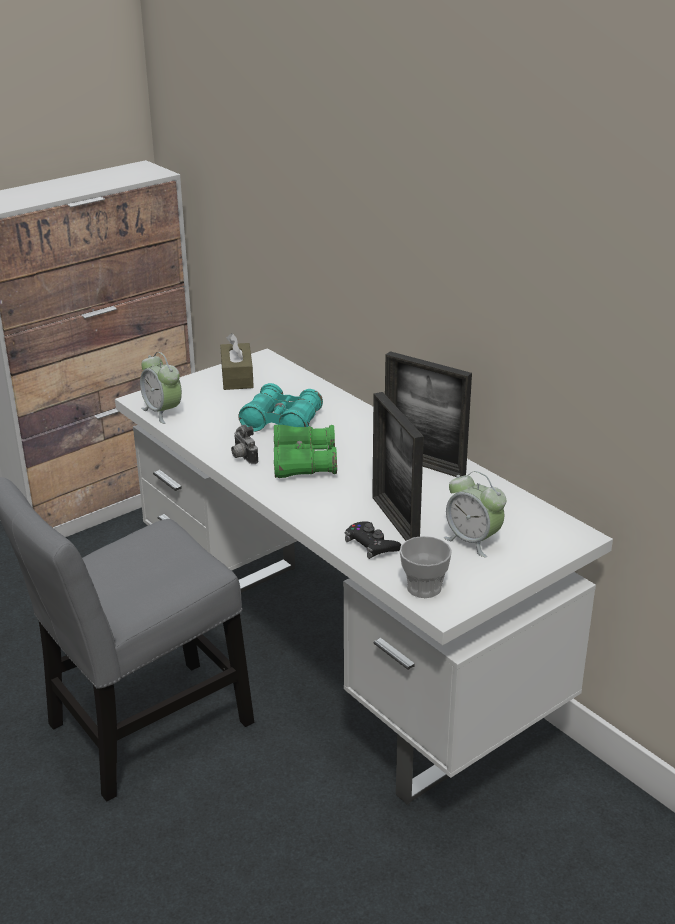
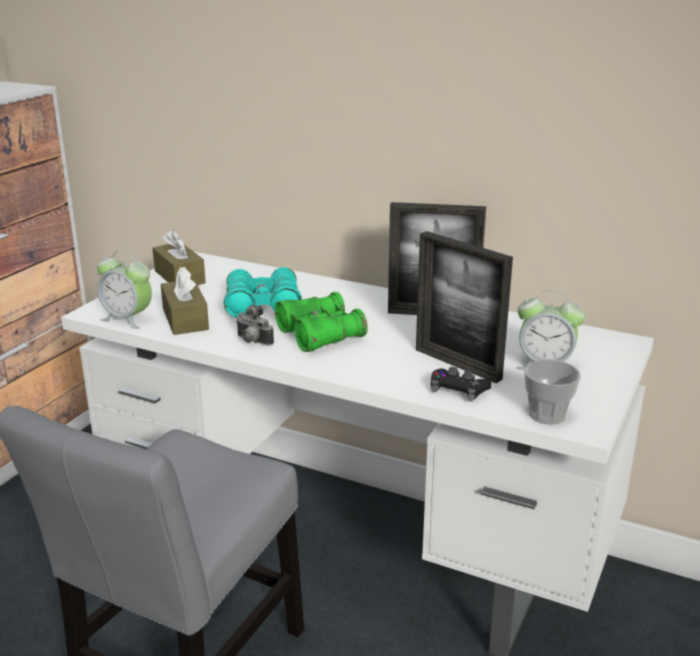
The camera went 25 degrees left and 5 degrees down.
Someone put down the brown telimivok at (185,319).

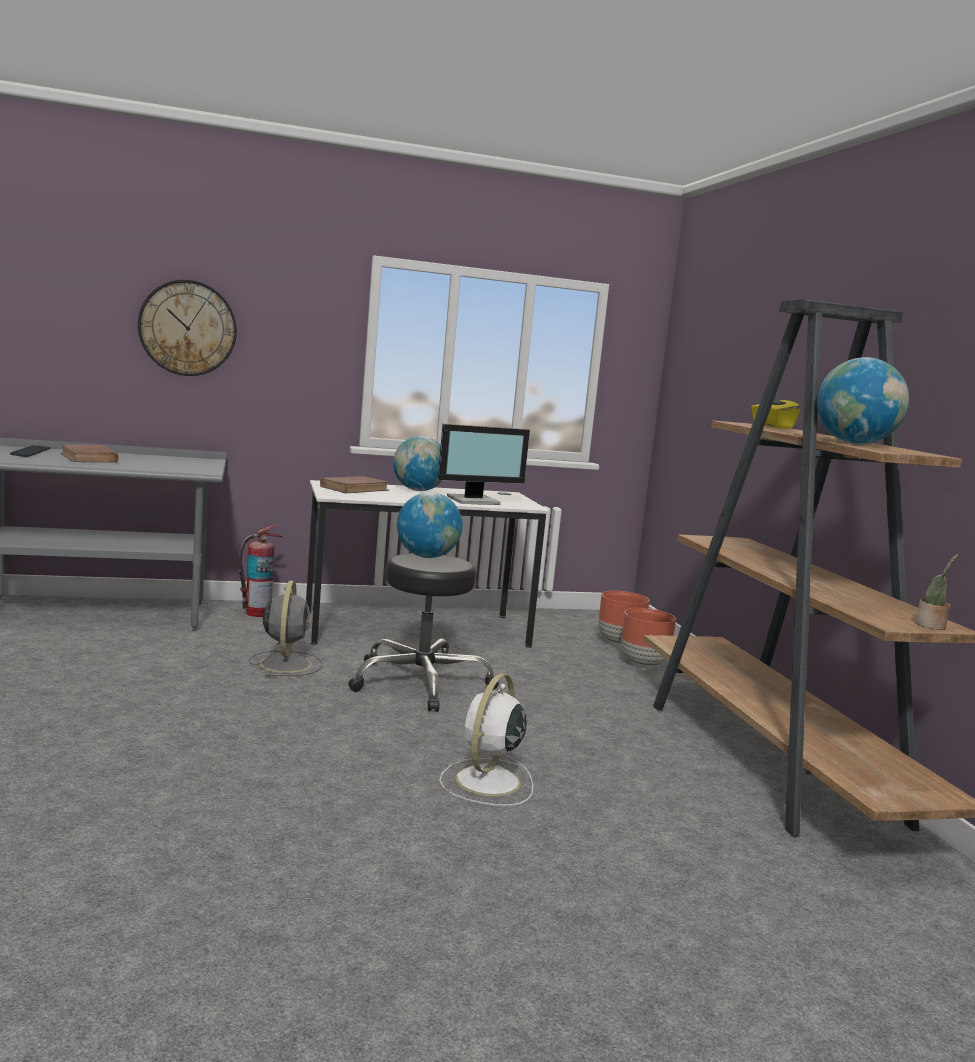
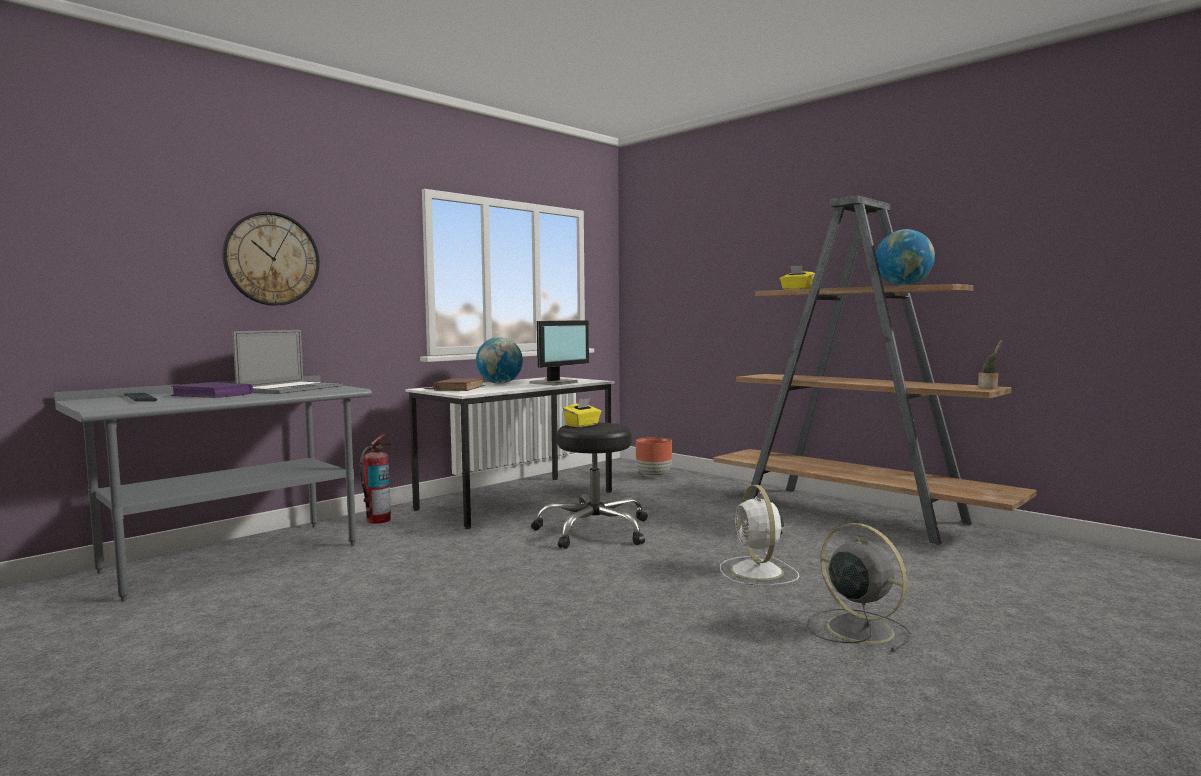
The camera went 30 degrees left and 5 degrees down.
Someone took away the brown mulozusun at (644,664).
Someone put down the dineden at (291,389).
Someone carried the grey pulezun from (286,663) to (856,628).
Someone swapped the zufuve at (426,557) for the yellow telimivok at (582,425).
Someone repainted the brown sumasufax at (88,458), which became the purple sumasufax at (212,395).

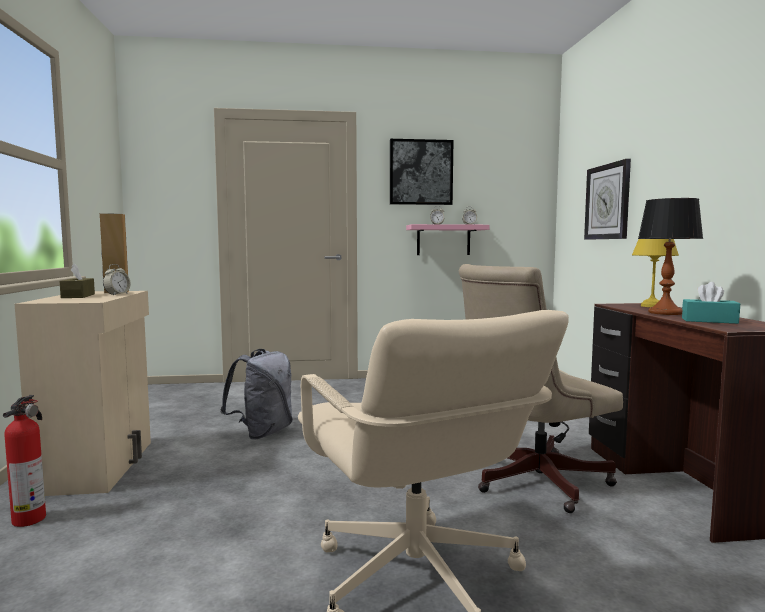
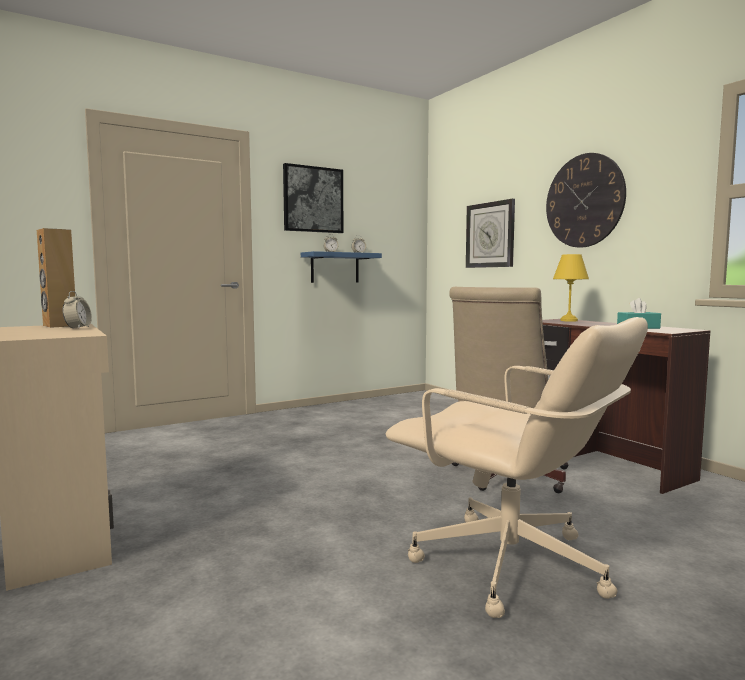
The camera went 25 degrees left and 0 degrees up.
Someone took away the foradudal at (30,518).
Someone took away the brown telimivok at (78,296).
Someone took away the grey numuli at (262,433).
Someone took away the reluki at (665,313).
Someone put up the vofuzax at (584,201).
Someone repainted the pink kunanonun at (443,240), which became the blue kunanonun at (335,268).

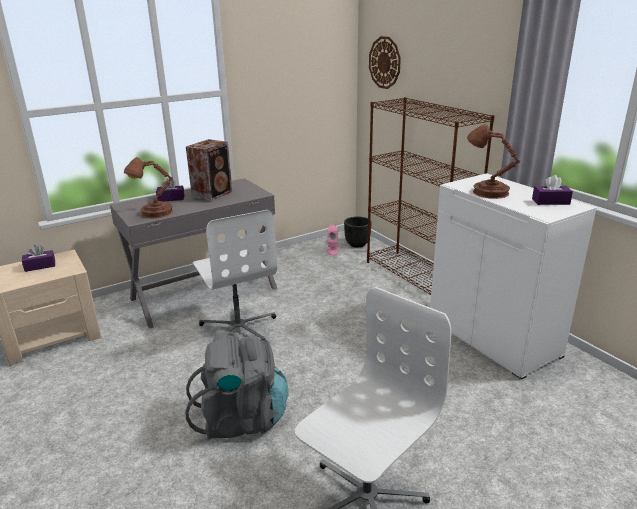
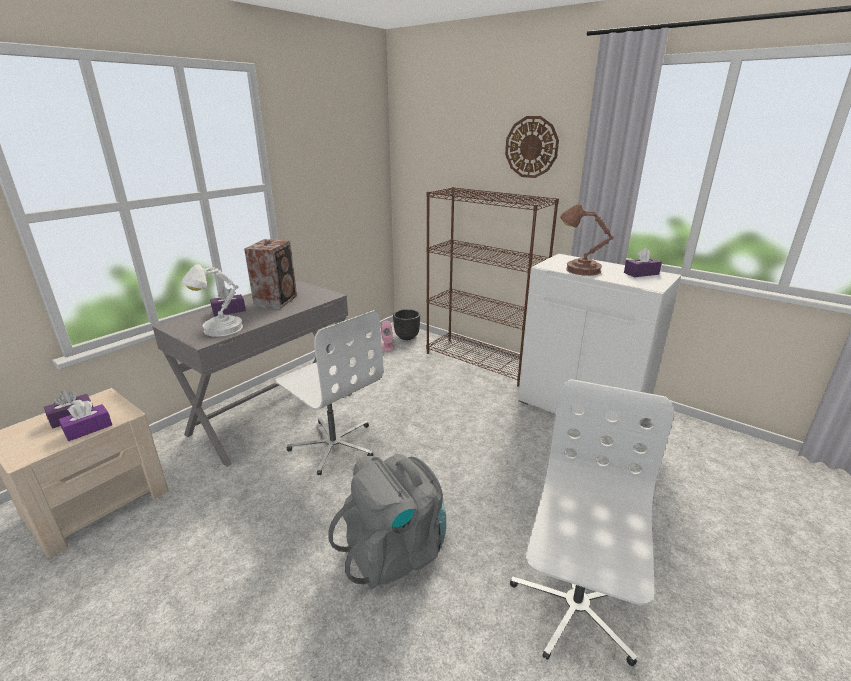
The camera went 20 degrees left and 0 degrees up.
Someone put down the purple telimivok at (88,429).
Someone carried the vofuzax from (385,62) to (531,147).
Someone repainted the brown reluki at (154,213), which became the white reluki at (220,330).

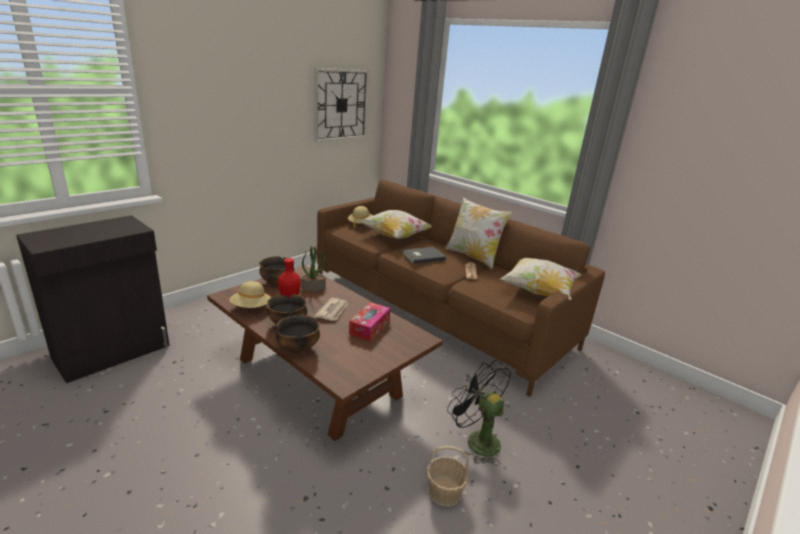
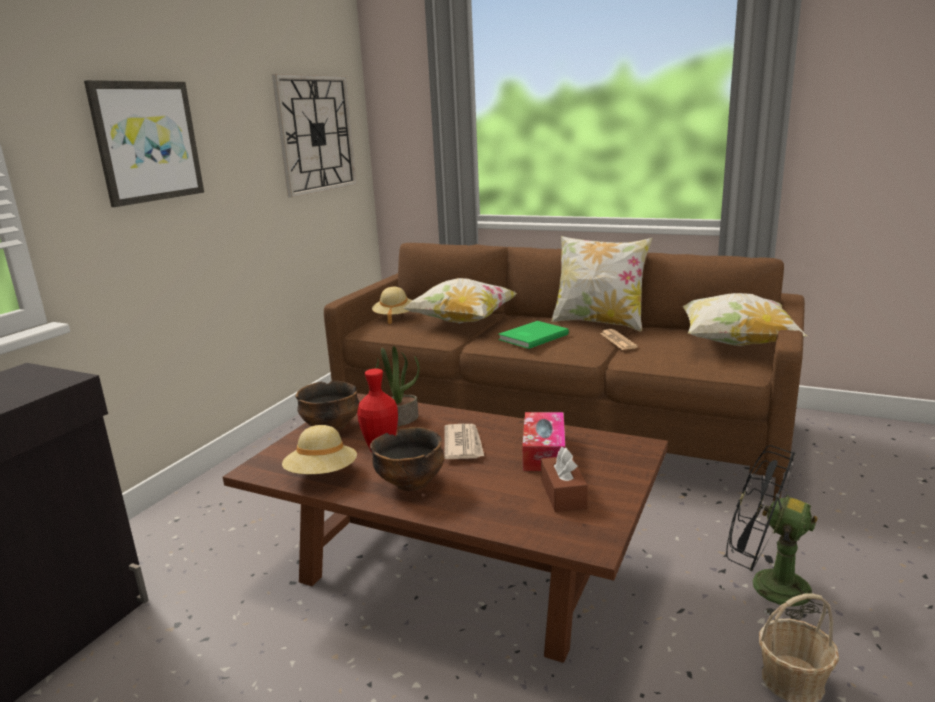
The camera went 15 degrees left and 5 degrees down.
Someone took away the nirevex at (298,348).
Someone put up the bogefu at (147,142).
Someone put down the brown telimivok at (563,494).
Someone repainted the grey sumasufax at (422,256), which became the green sumasufax at (531,337).

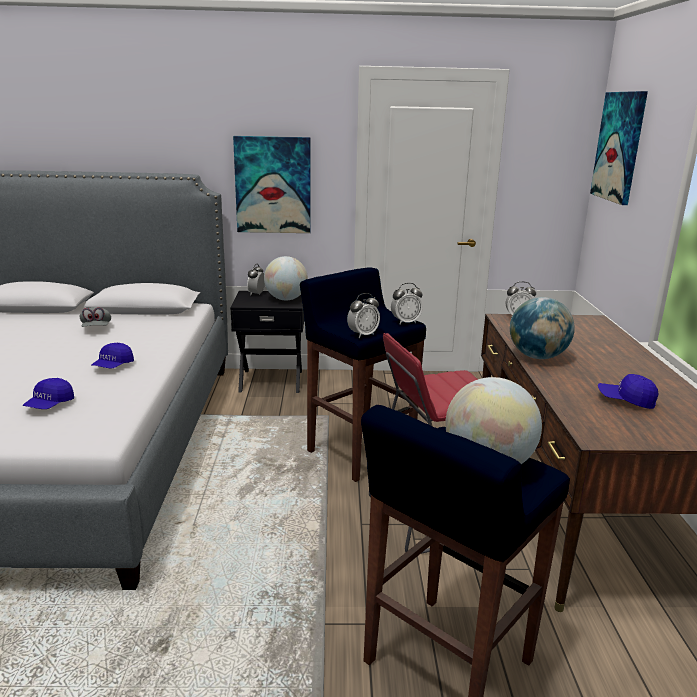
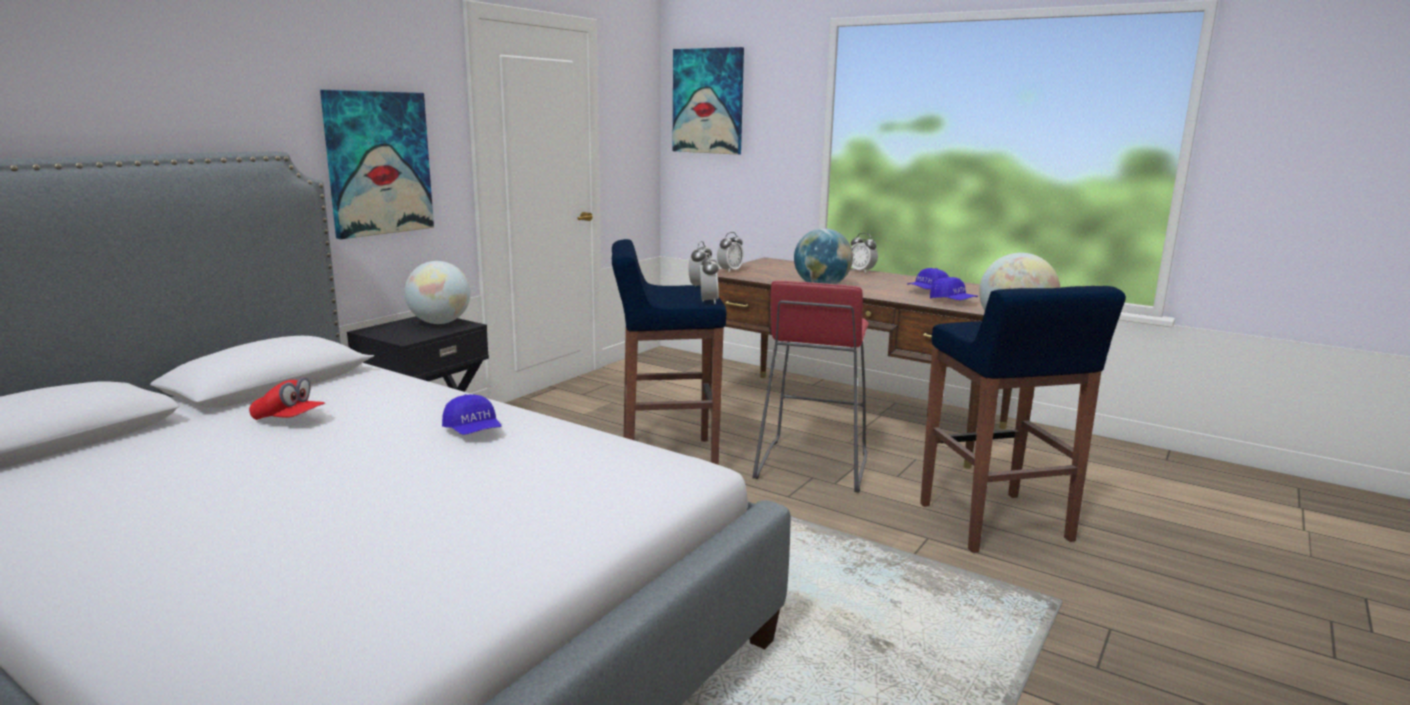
The camera went 55 degrees left and 5 degrees down.
Someone carried the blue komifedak from (50,405) to (952,301).
Someone carried the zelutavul from (256,294) to (862,271).
Someone repainted the grey komifedak at (96,328), which became the red komifedak at (289,420).

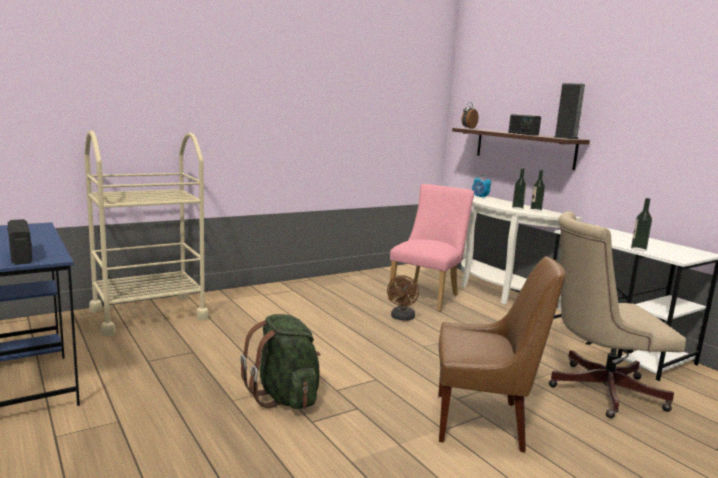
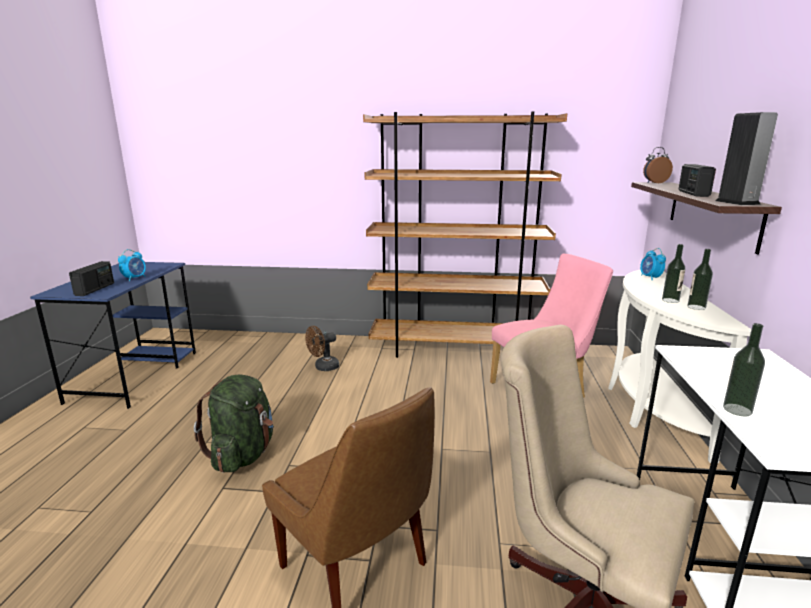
The camera went 40 degrees right and 5 degrees up.
Someone took away the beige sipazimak at (149,314).
Someone put down the zelutavul at (135,278).
Someone put down the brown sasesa at (455,350).
Someone carried the brown pulezun from (402,318) to (323,367).

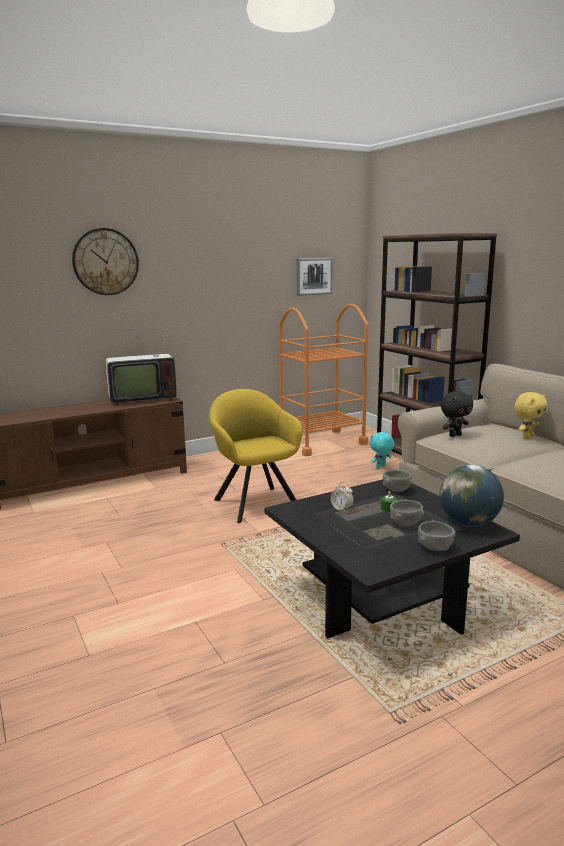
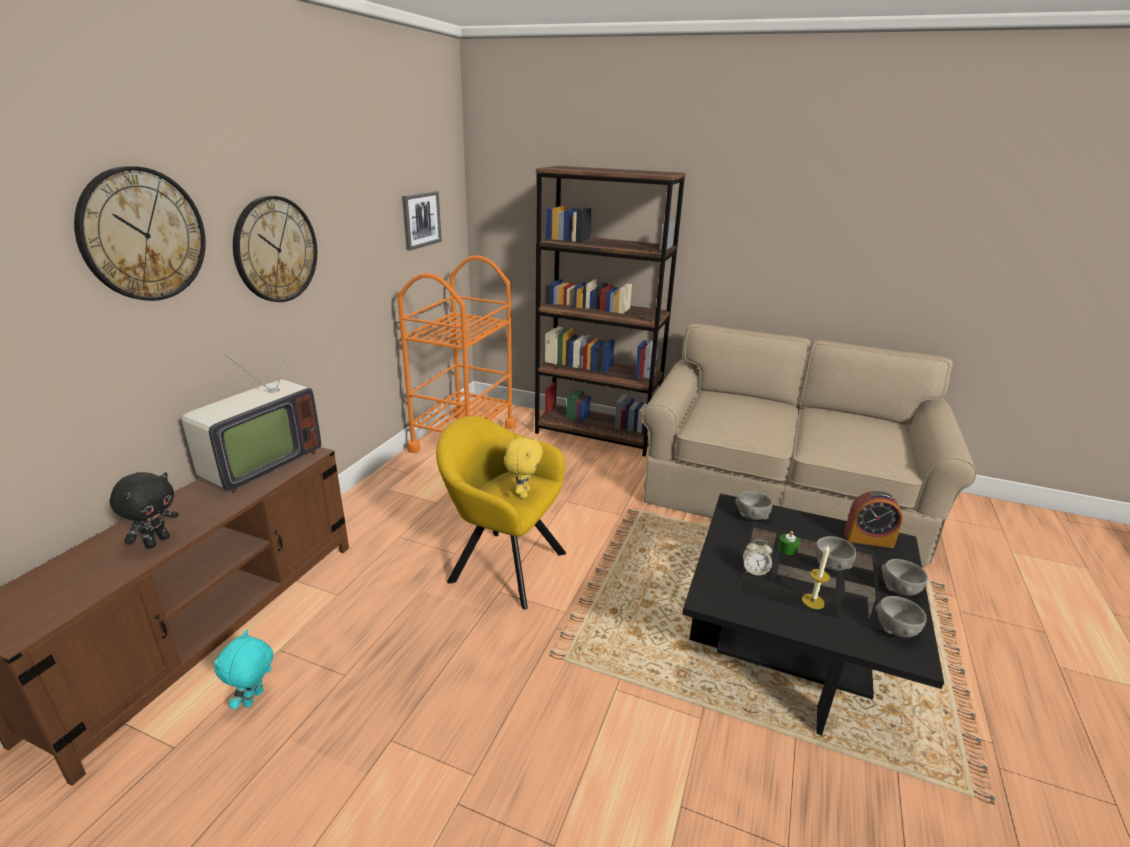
The camera went 40 degrees left and 10 degrees up.
Someone put up the vofuzax at (275,249).
Someone put down the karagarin at (813,601).
Someone put down the grey nirevex at (895,629).
Someone carried the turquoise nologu from (381,467) to (254,699).
Someone carried the black nologu from (454,435) to (157,541).
Someone carried the yellow nologu from (527,437) to (523,493).
Someone swapped the zufuve at (469,523) for the zelutavul at (868,539).

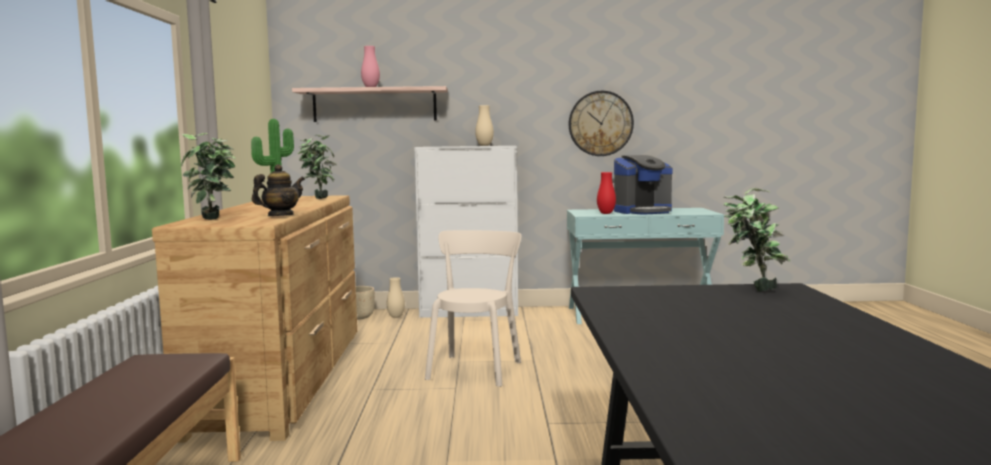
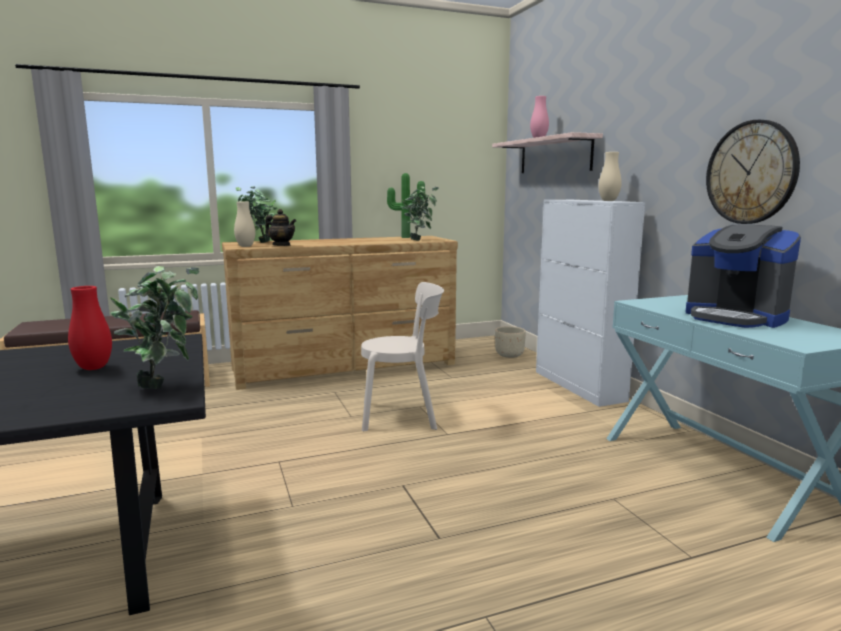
The camera went 70 degrees right and 5 degrees up.
Someone carried the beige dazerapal from (396,317) to (245,246).
Someone carried the red dazerapal from (606,213) to (93,368).

